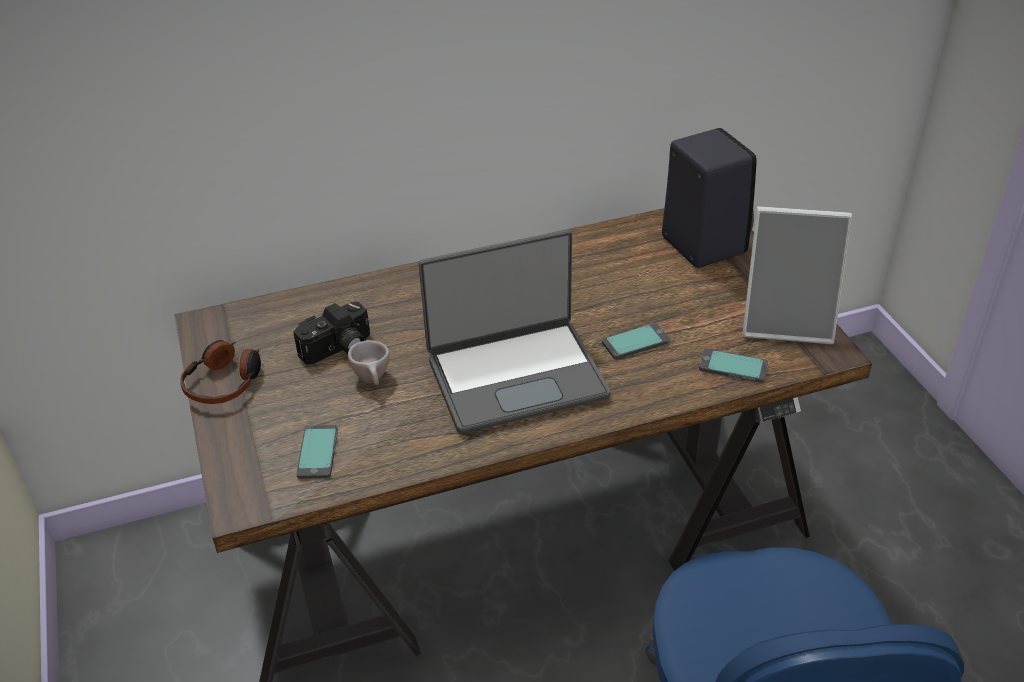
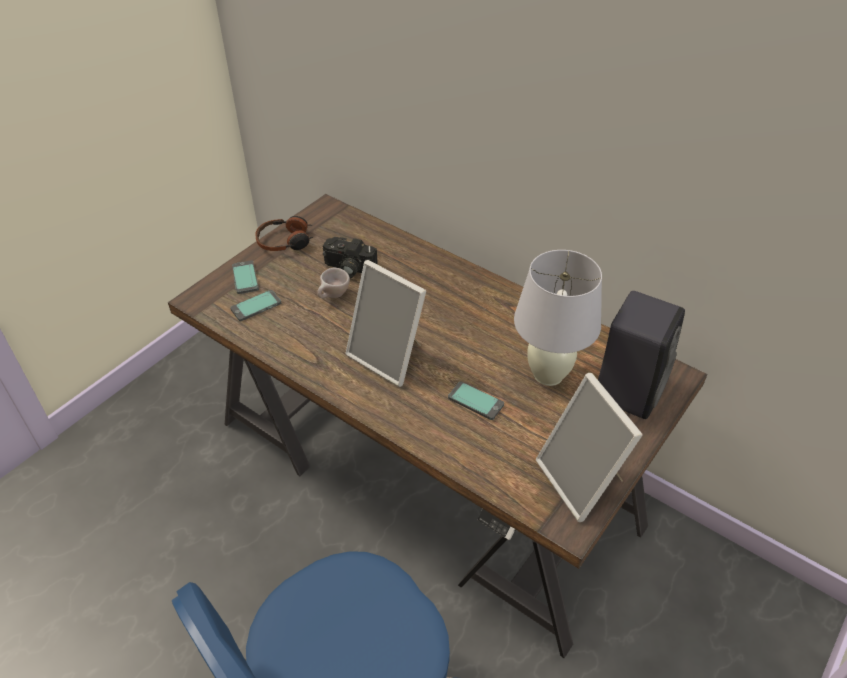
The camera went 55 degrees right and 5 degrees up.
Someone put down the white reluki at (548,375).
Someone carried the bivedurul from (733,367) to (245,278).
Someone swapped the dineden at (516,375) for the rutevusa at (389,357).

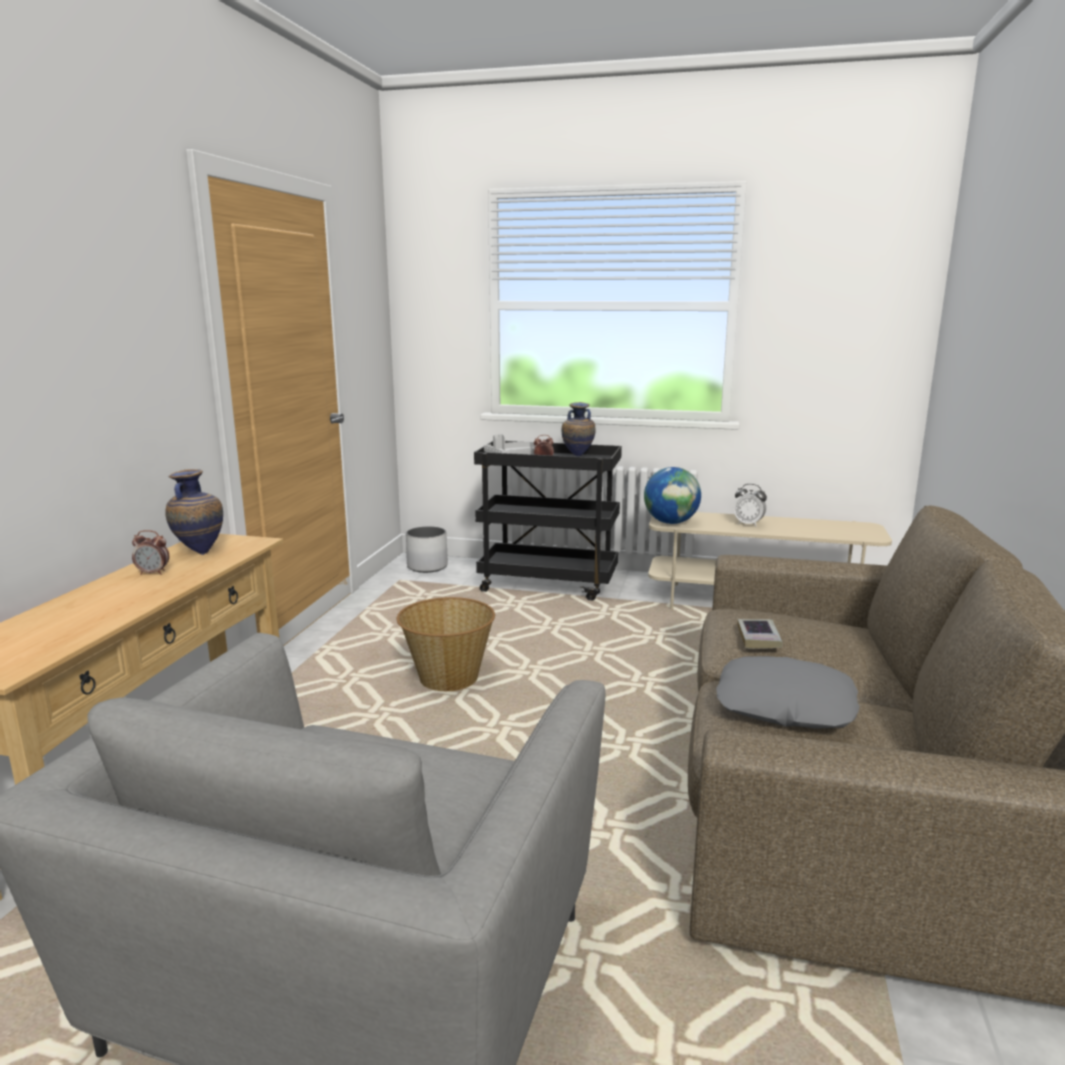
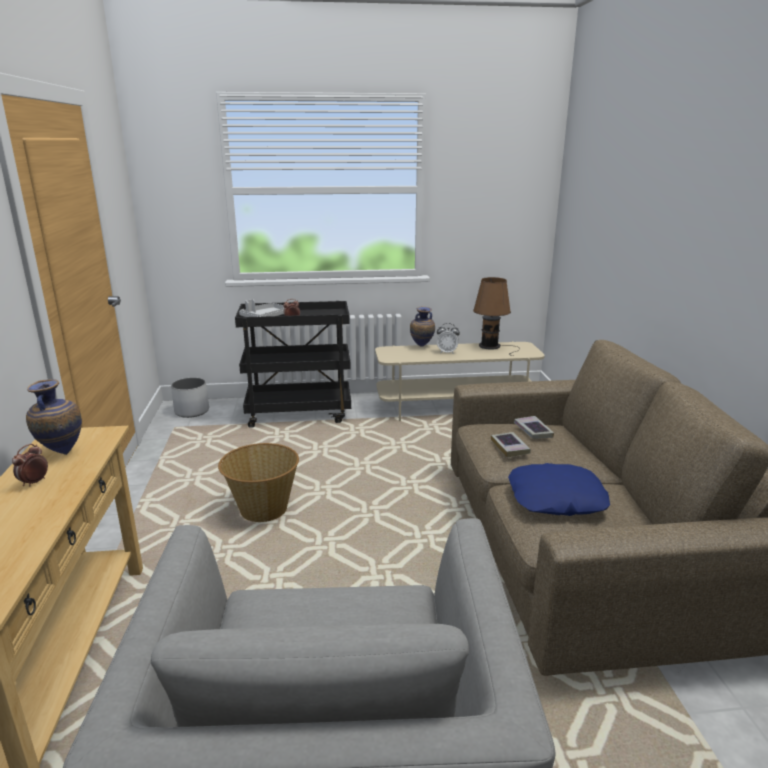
The camera went 20 degrees left and 5 degrees up.
Someone took away the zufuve at (671,522).
Someone put down the brown reluki at (492,346).
Someone put down the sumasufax at (533,431).
Someone carried the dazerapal from (577,457) to (421,347).
Someone repainted the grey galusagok at (784,706), which became the blue galusagok at (556,499).
Someone rotated the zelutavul at (153,573) by 135 degrees clockwise.

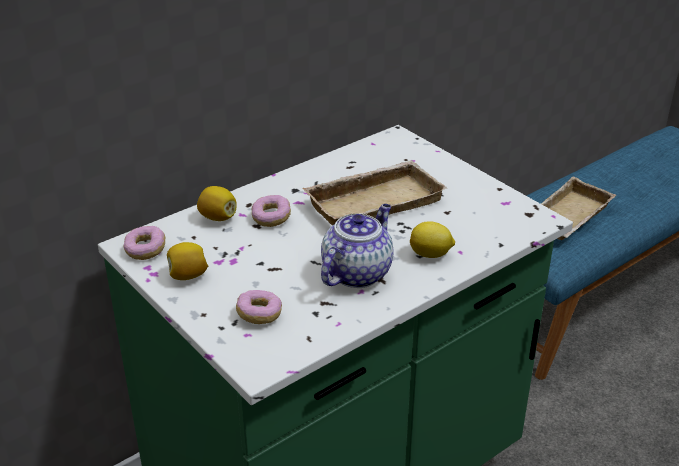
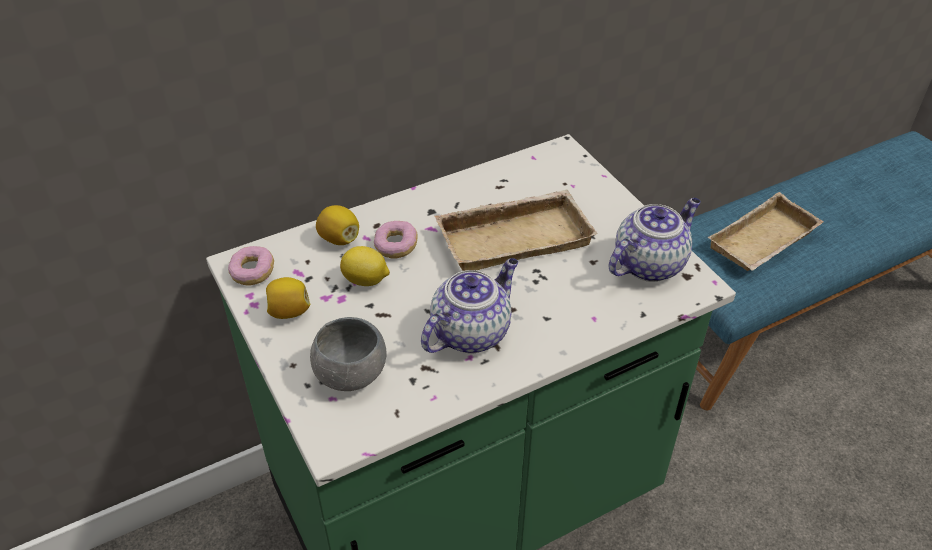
The camera went 10 degrees right and 10 degrees up.
Someone put down the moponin at (649,263).
Someone carried the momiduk from (431,254) to (366,281).
Someone swapped the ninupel at (259,315) for the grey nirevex at (351,374).

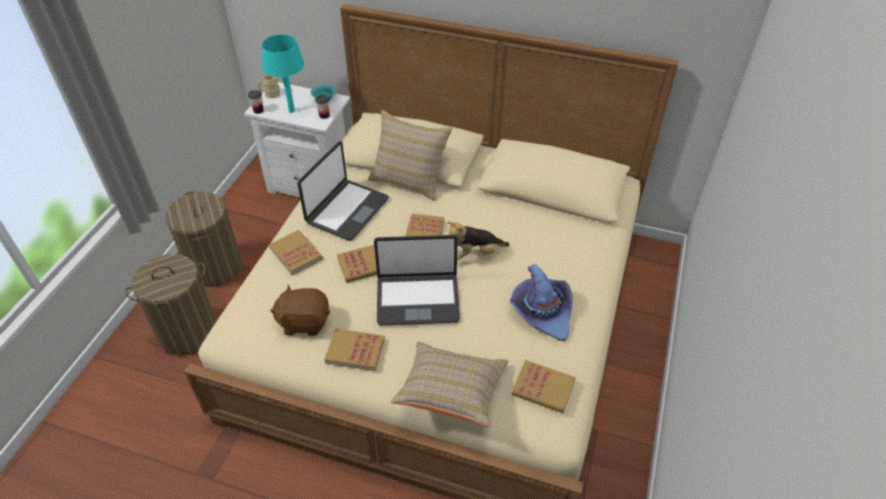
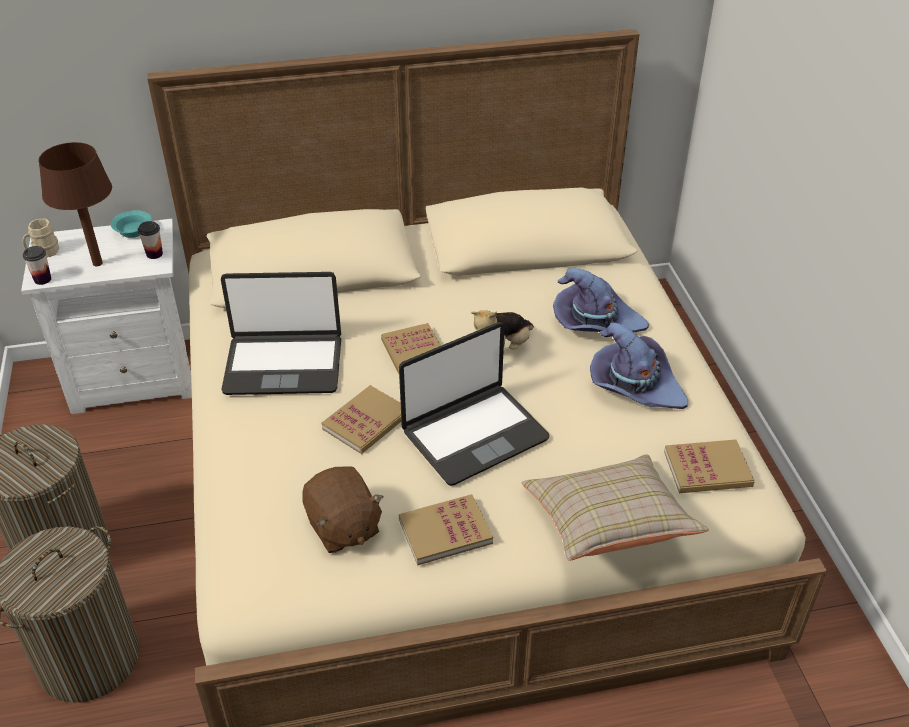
The camera went 30 degrees left and 5 degrees down.
Someone took away the sumasufax at (296,253).
Someone took away the beige galusagok at (409,179).
Someone put down the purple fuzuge at (595,322).
Someone repainted the turquoise reluki at (292,110), which became the brown reluki at (98,263).
Someone rotated the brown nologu at (304,321) by 90 degrees counterclockwise.
Someone rotated the dineden at (346,210) by 90 degrees clockwise.

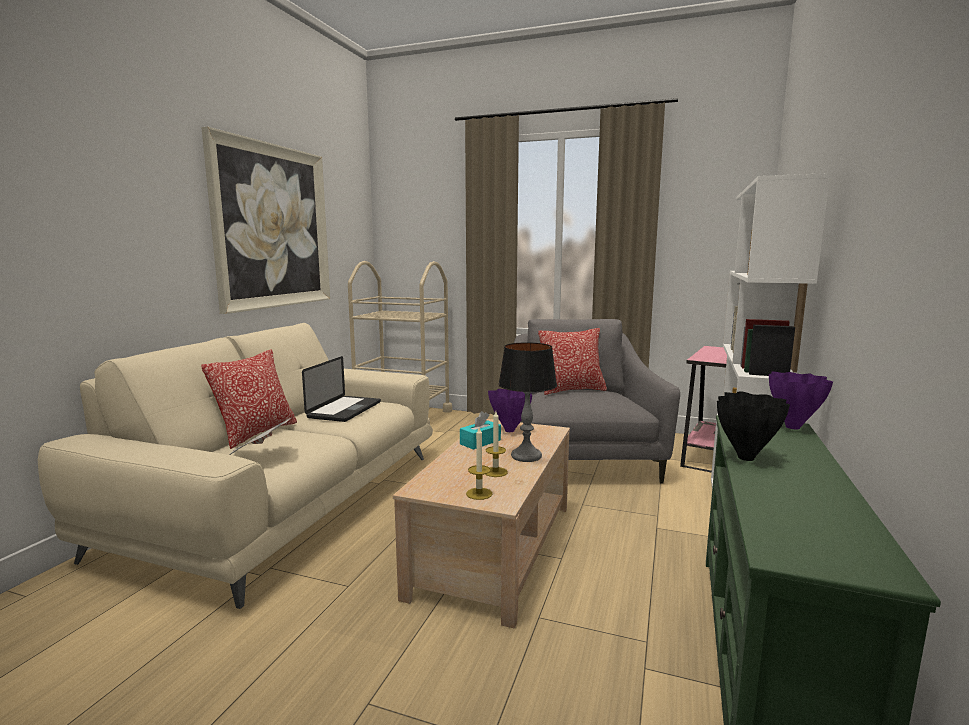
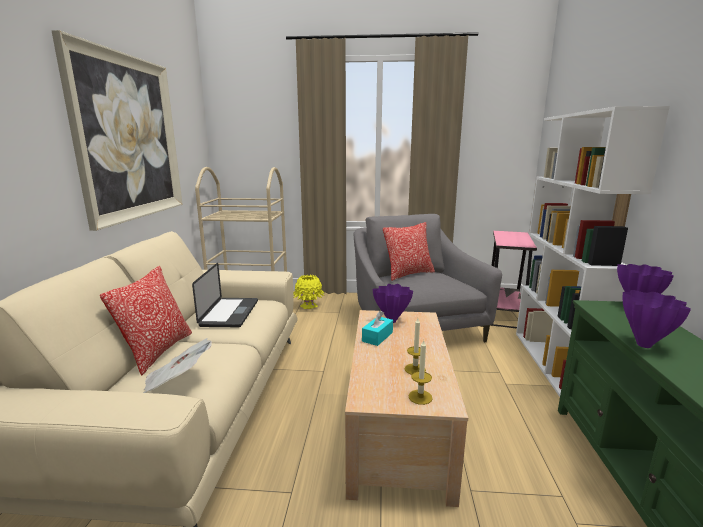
The camera went 15 degrees left and 5 degrees up.
Someone took away the reluki at (526,456).
Someone put down the yellow dazerapal at (309,306).
Someone repainted the black dazerapal at (747,458), which became the purple dazerapal at (644,345).

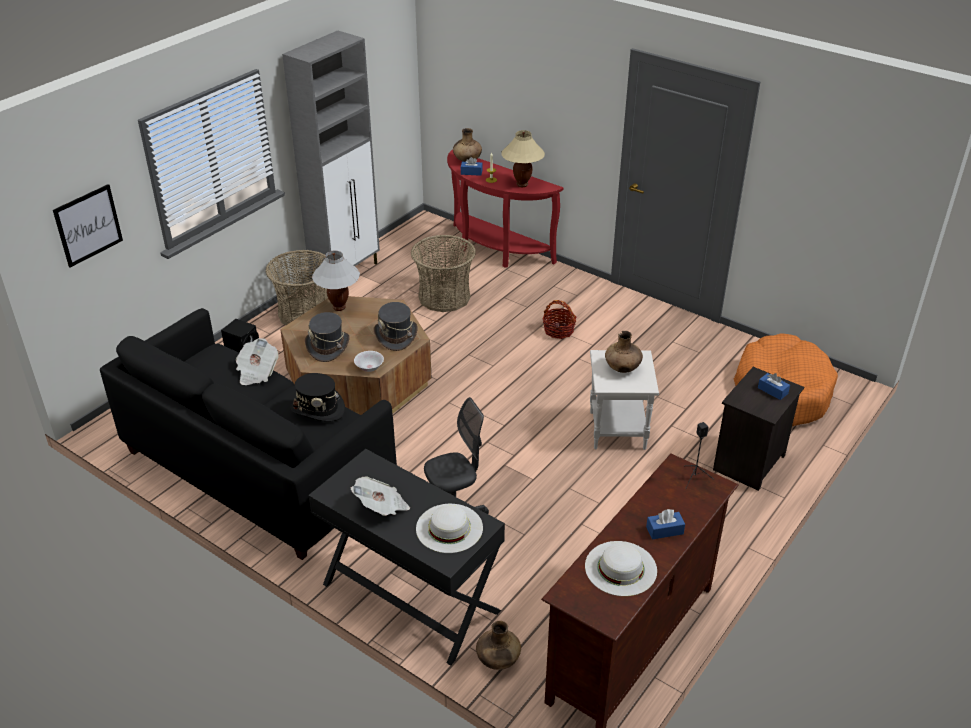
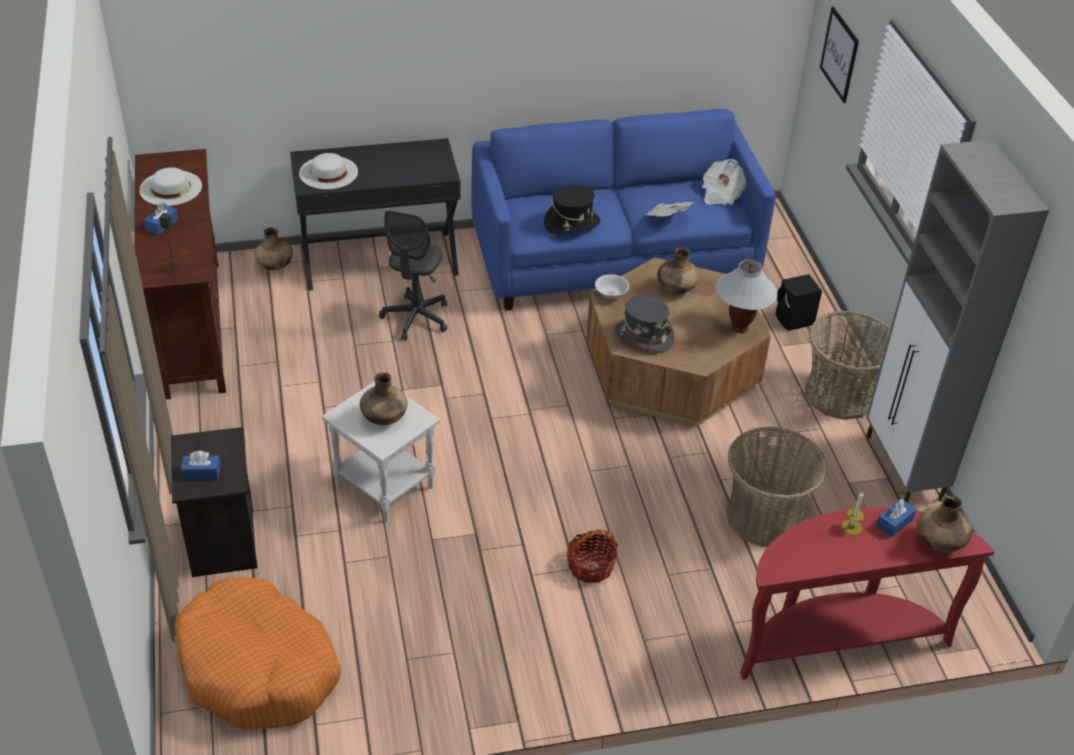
The camera went 130 degrees right and 5 degrees up.
Someone took away the beige reluki at (522,184).
Someone carried the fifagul from (381,507) to (721,194).
Someone swapped the grey fuzuge at (328,346) for the brown dazerapal at (676,289).
Someone repainted the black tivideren at (257,468), which became the blue tivideren at (614,258).

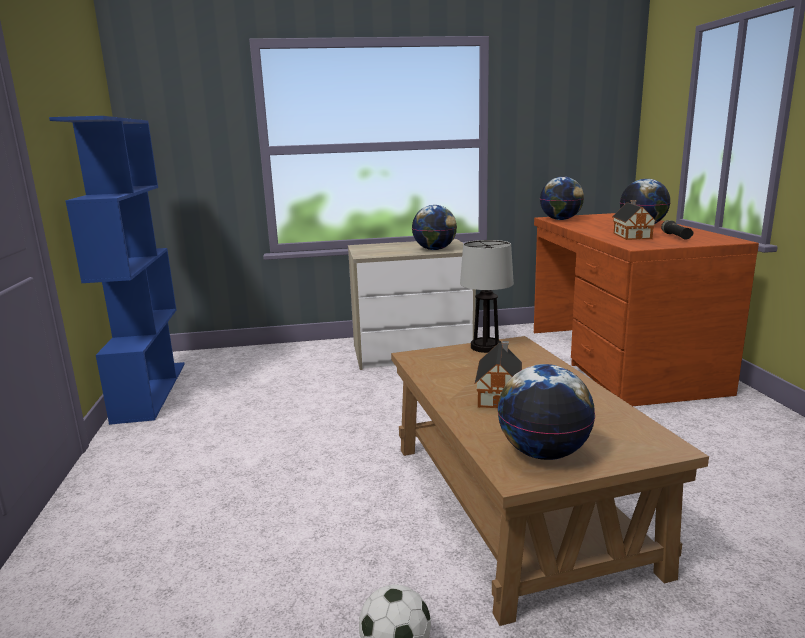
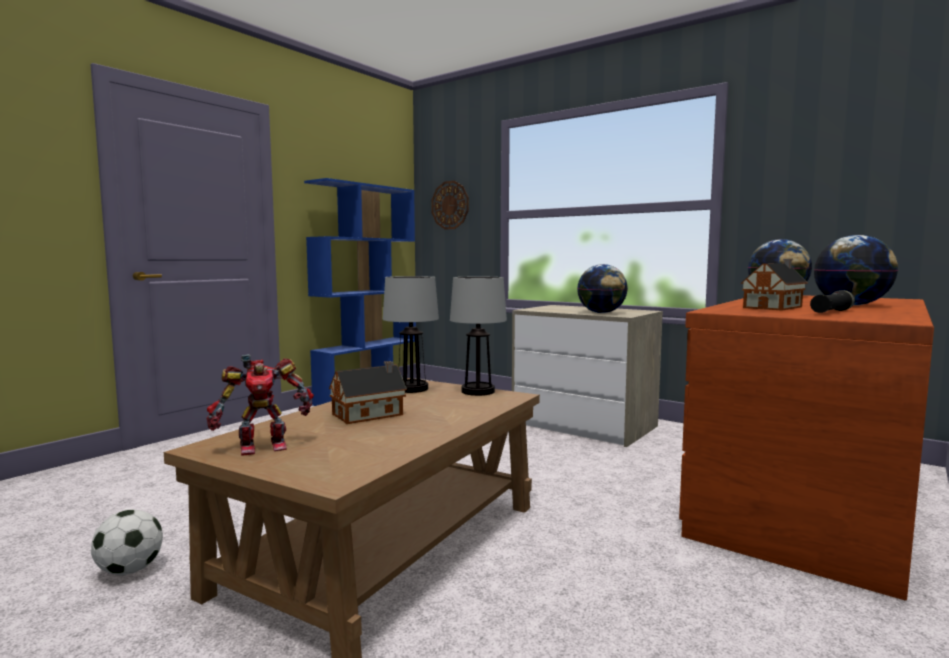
The camera went 45 degrees right and 10 degrees down.
Someone put down the reluki at (411,389).
Someone put up the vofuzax at (450,205).
Someone swapped the zufuve at (543,453) for the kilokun at (262,446).

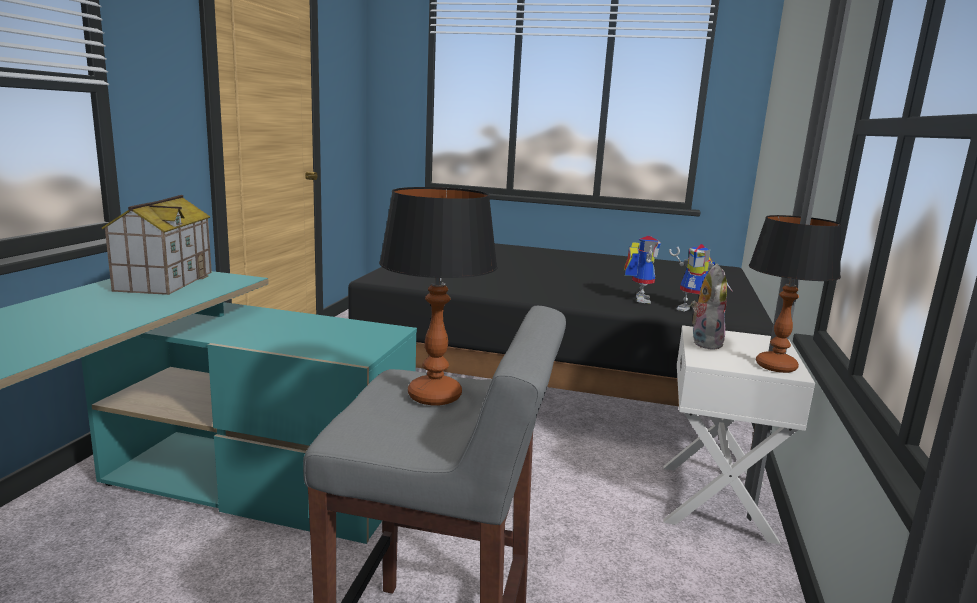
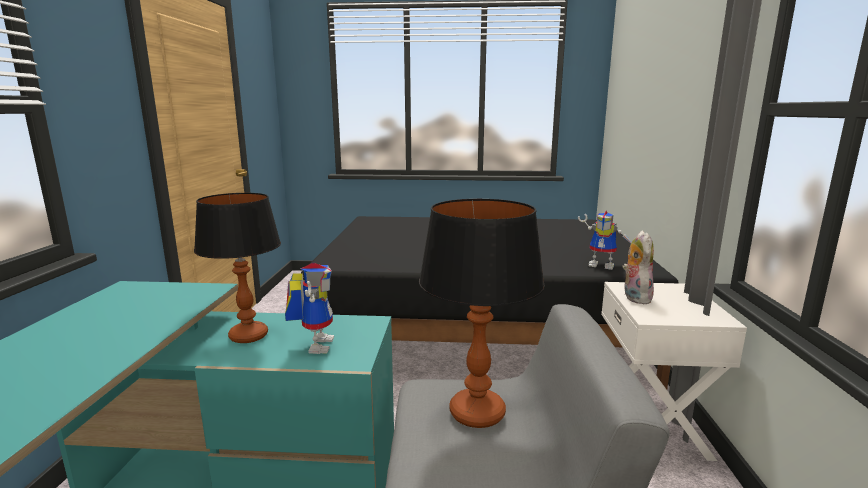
The camera went 10 degrees left and 0 degrees up.
Someone took away the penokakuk at (164,281).
Someone carried the kilokun from (637,298) to (315,344).
Someone carried the reluki from (775,366) to (248,336).

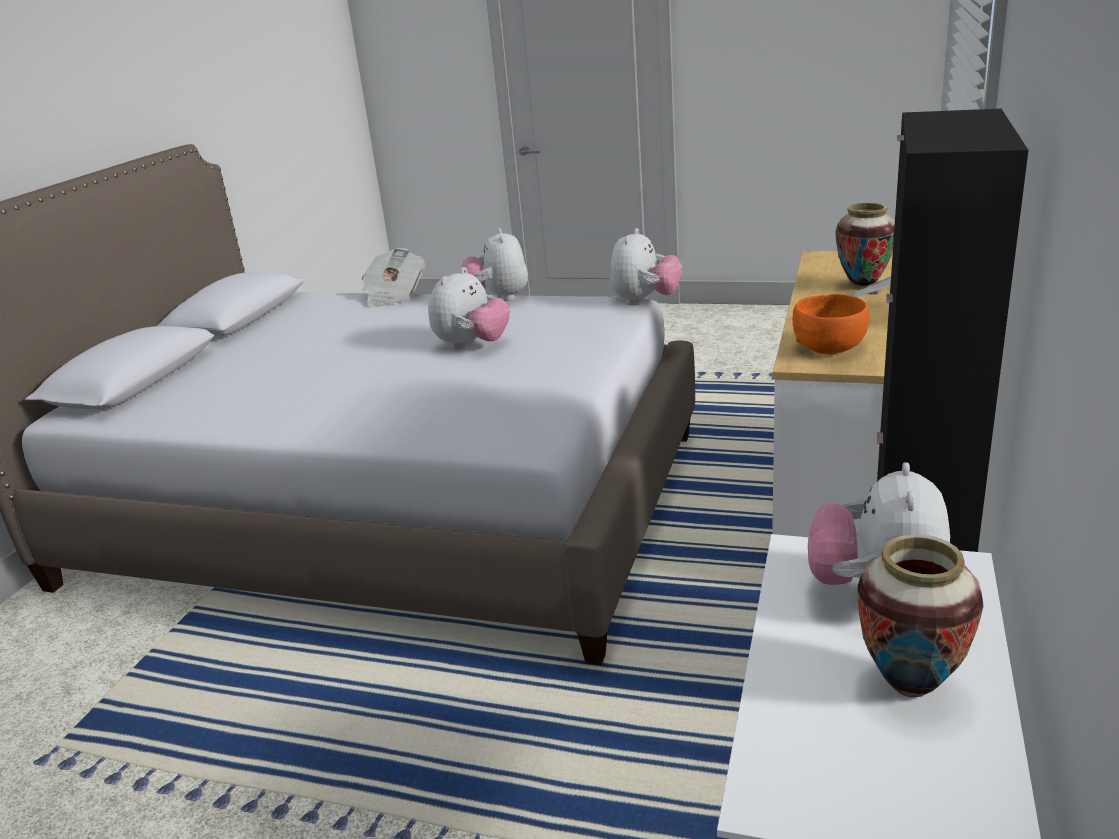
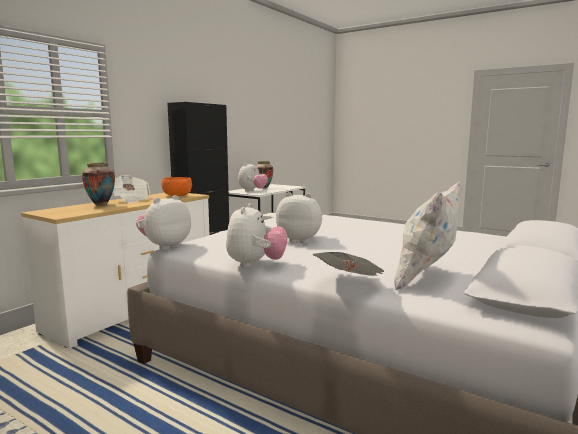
The camera went 165 degrees left and 15 degrees down.
Someone put down the white galusagok at (427,278).
Someone rotated the nologu at (472,345) by 60 degrees clockwise.

